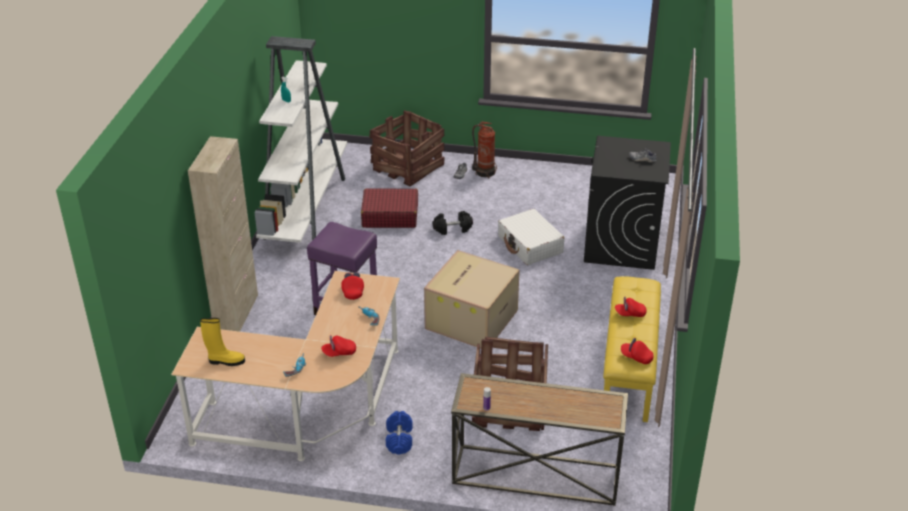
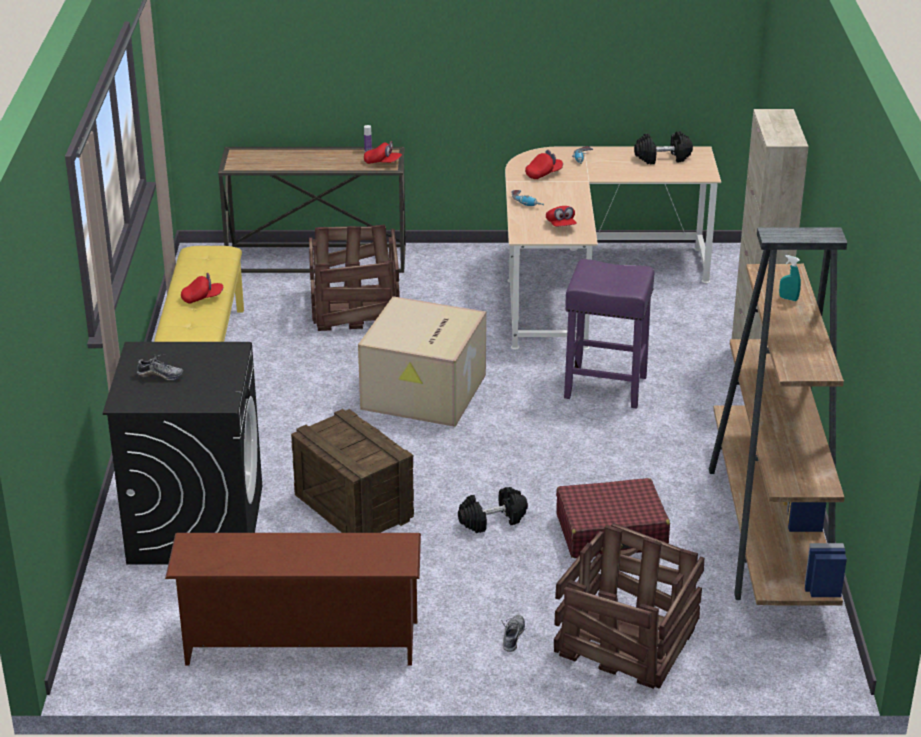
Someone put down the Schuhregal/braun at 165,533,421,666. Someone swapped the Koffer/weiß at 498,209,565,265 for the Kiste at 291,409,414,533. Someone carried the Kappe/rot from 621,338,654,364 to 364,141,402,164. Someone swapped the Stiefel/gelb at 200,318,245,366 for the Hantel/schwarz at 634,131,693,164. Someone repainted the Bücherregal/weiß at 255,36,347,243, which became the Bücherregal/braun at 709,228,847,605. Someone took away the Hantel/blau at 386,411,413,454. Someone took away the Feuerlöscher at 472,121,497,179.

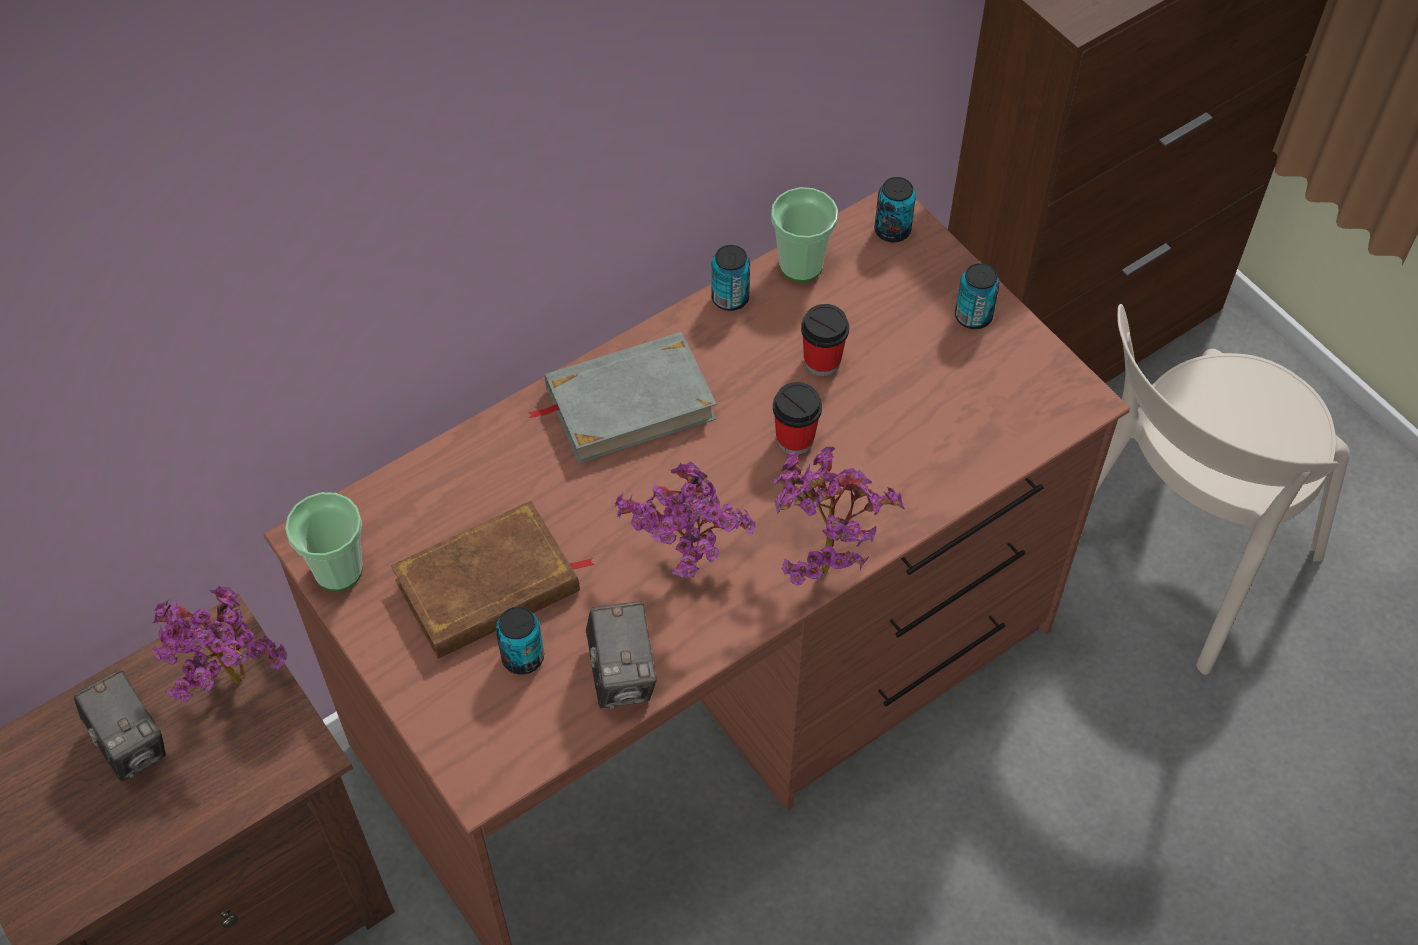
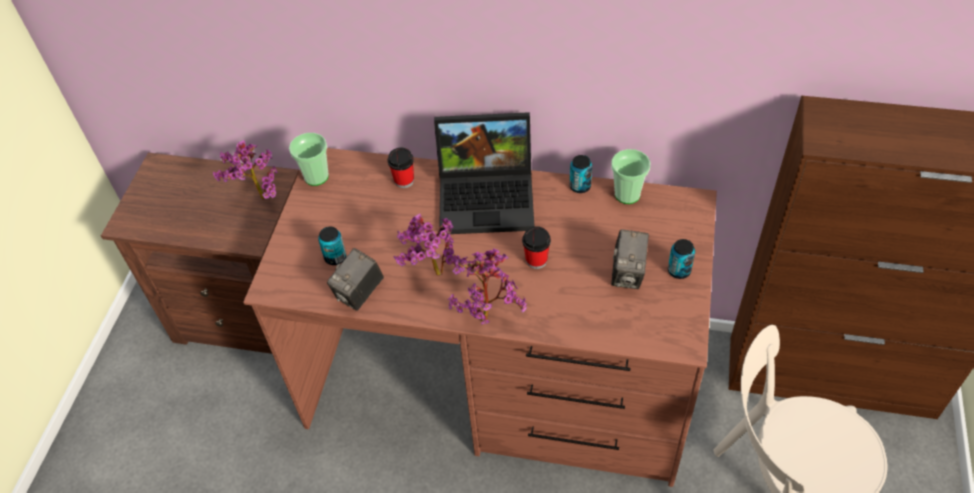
Someone carried the Tasse from 801,304,849,376 to 388,148,414,188. Someone swapped the Buch/grau at 528,332,716,464 for the Laptop at 434,112,535,234. Someone carried the Kamera from 74,670,166,782 to 611,229,649,289. Someone took away the Buch/braun at 391,501,594,659. Someone took away the Dose at 874,177,916,242.

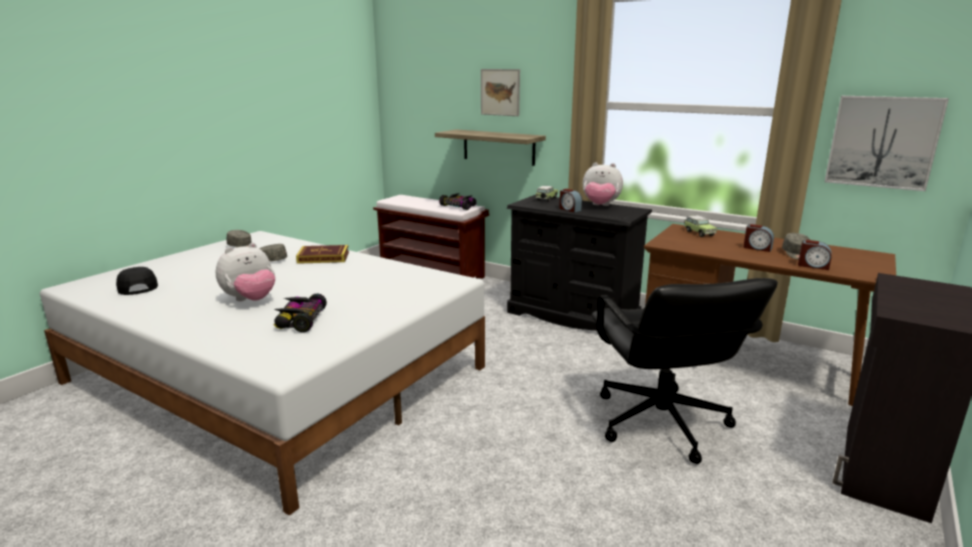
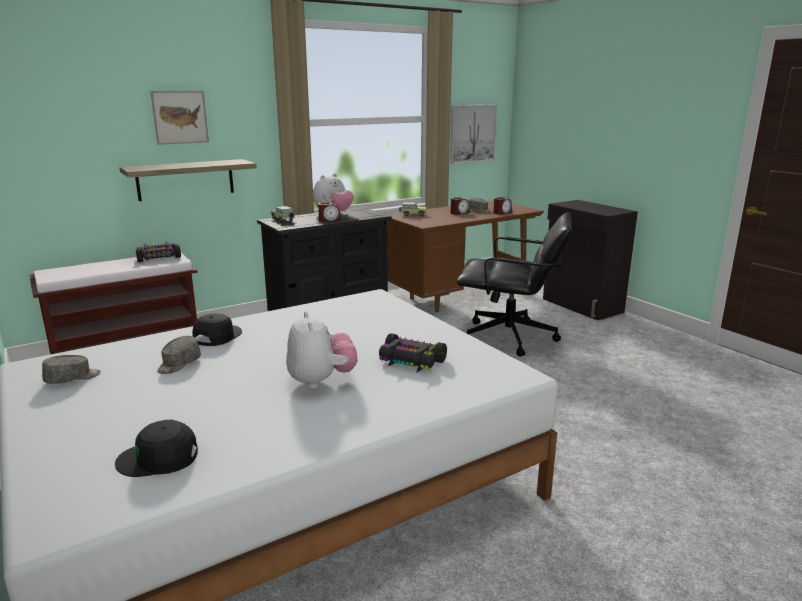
Someone swapped the Buch at 296,245,349,264 for the Kappe/schwarz at 192,313,242,346.

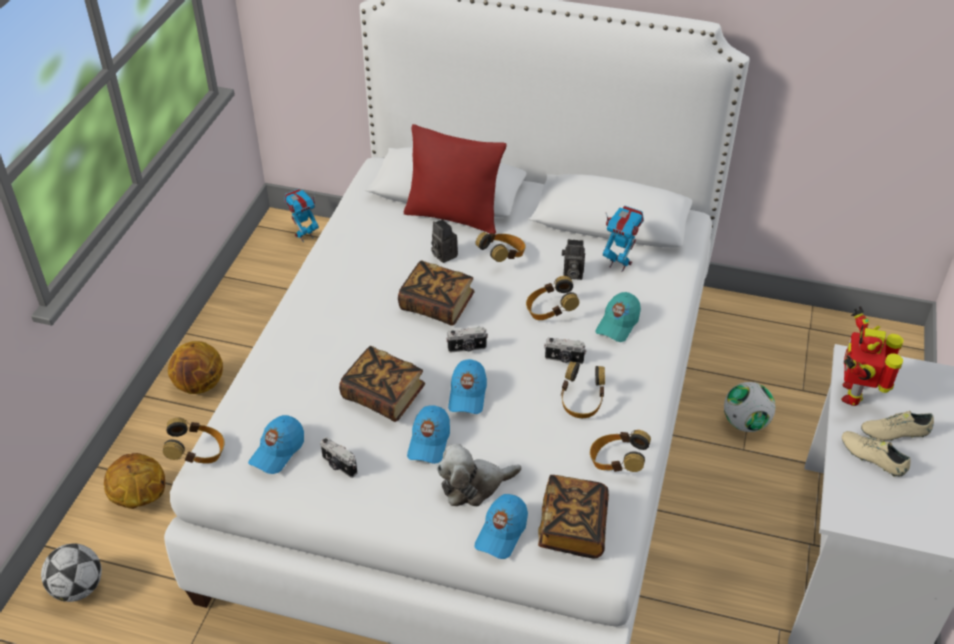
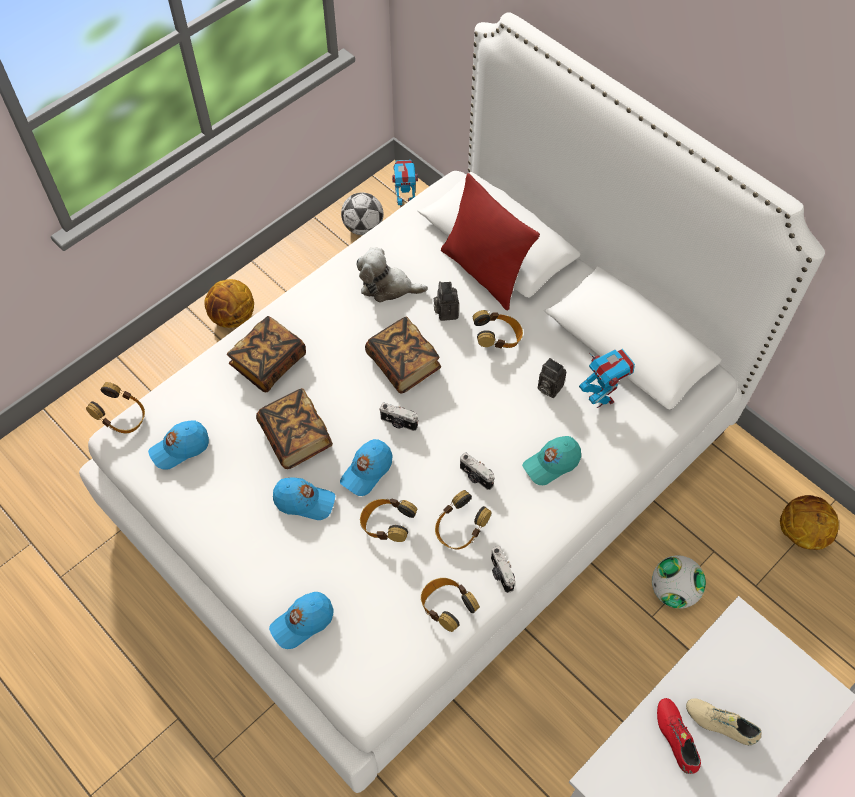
Someone carried the Buch from 538,475,609,559 to 227,316,306,392. Someone rotated the Kappe/blau at 407,405,450,464 by 120 degrees counterclockwise. Someone carried the Fußball from 41,543,102,602 to 341,192,383,235. Someone carried the Plüschtier from 437,443,522,506 to 357,247,428,302. Someone carried the Kopfhörer from 526,276,579,320 to 360,498,418,542. Someone carried the Kamera from 320,437,357,478 to 491,546,515,593. Someone repainted the Schuh/beige at 842,431,911,477, which became the Schuh/rot at 657,698,701,774. Someone carried the Basketball from 104,453,165,509 to 780,495,839,550. Someone took away the Spielzeugroboter at 841,306,904,406.

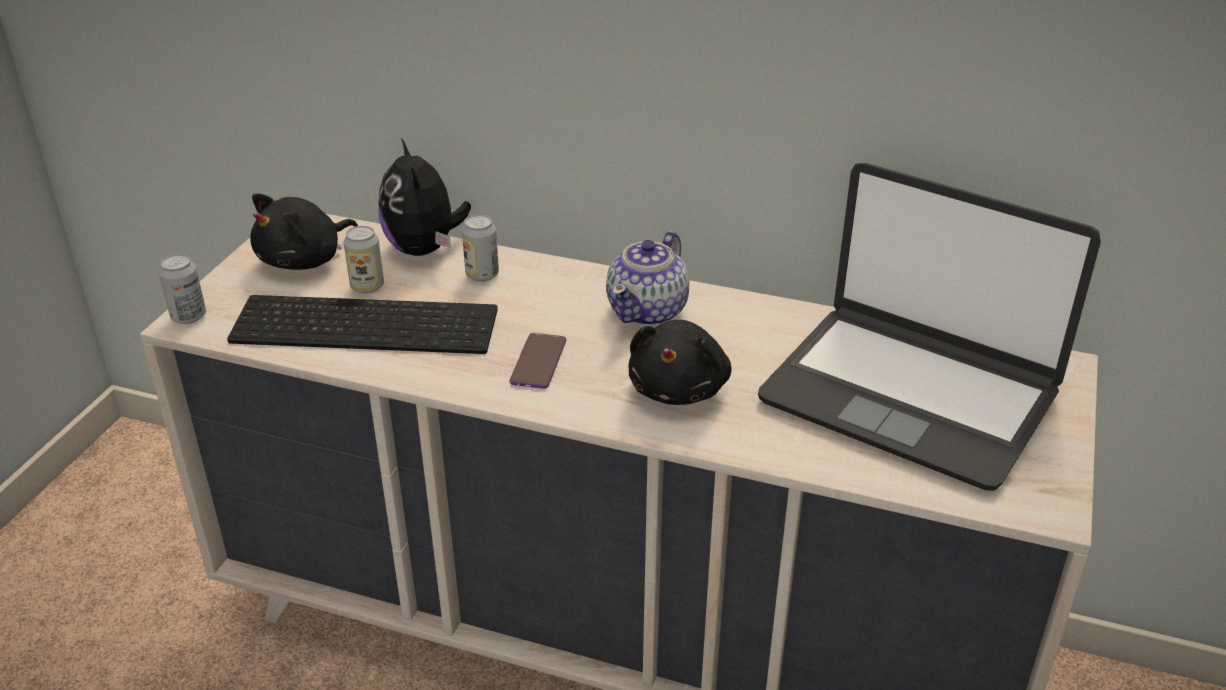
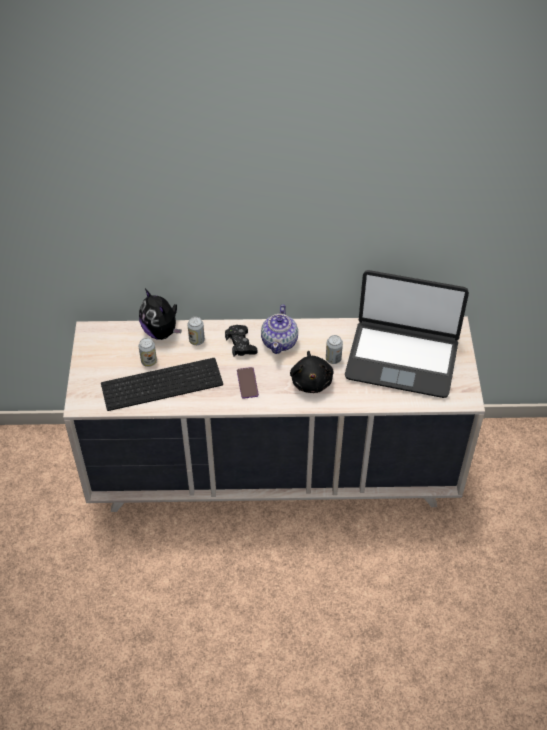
Someone put down the Gamepad/schwarz at 225,325,257,356. Someone carried the Dose from 159,254,206,324 to 326,335,343,364. Someone took away the Plüschtier/schwarz at 250,193,358,270.

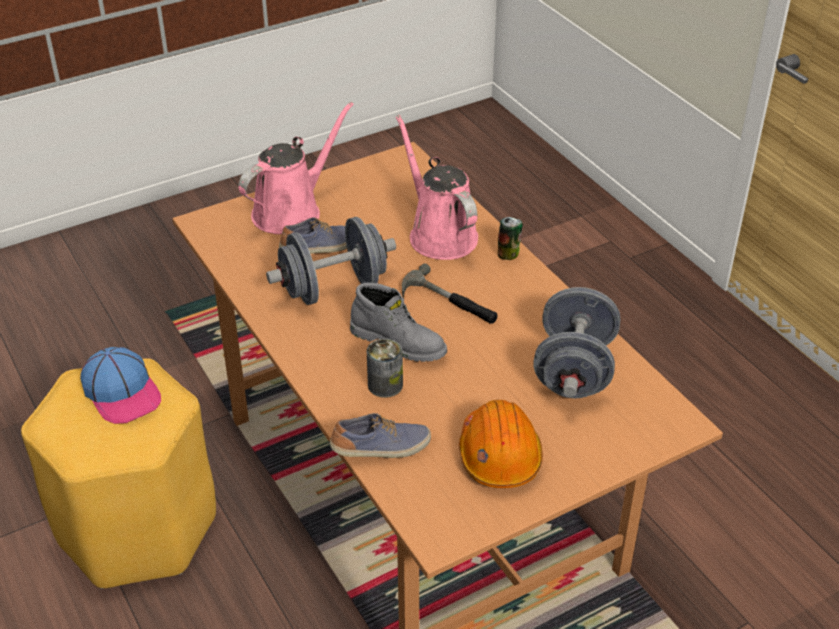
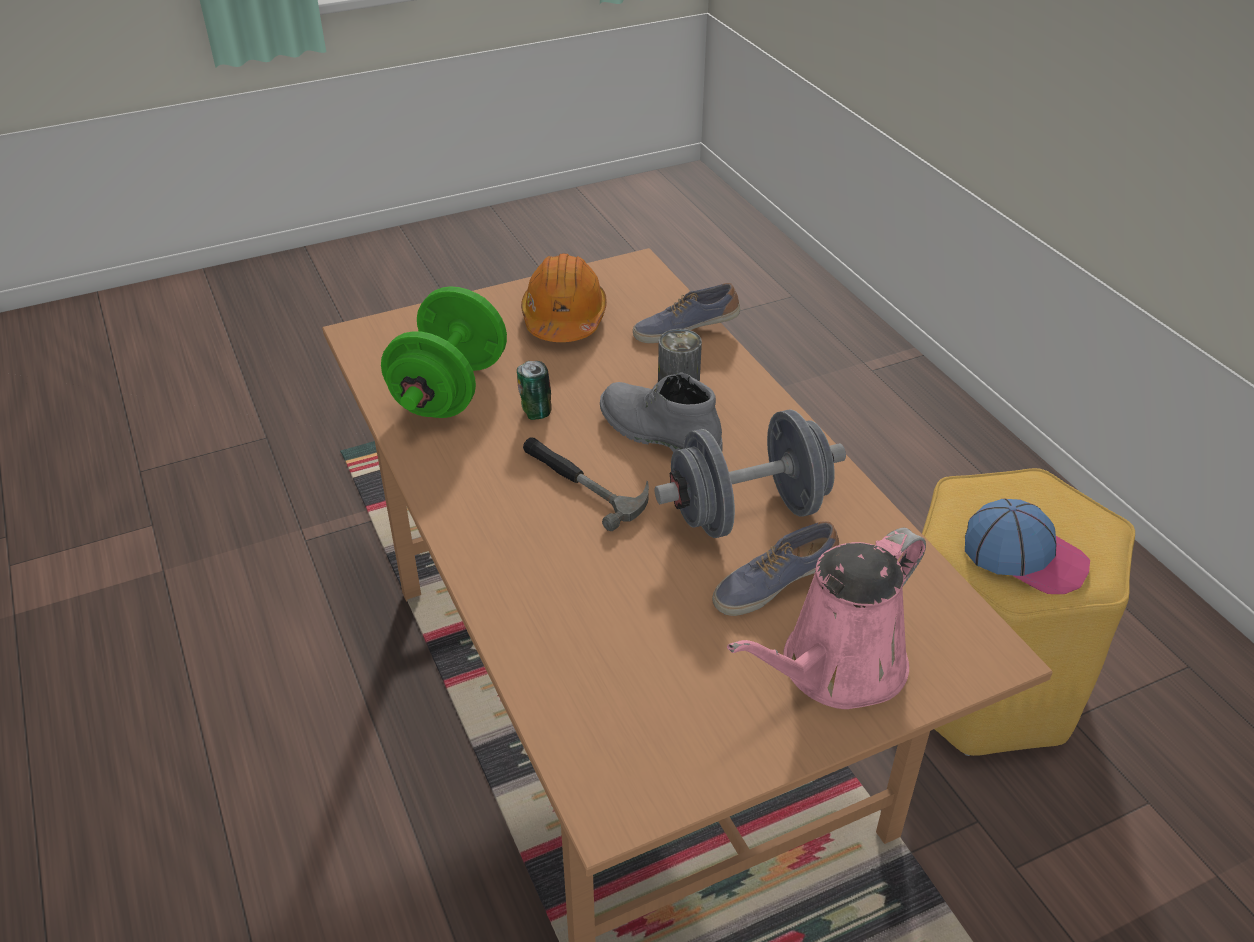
Someone repainted the Hantel/grau at 533,287,621,398, which became the Hantel/grün at 381,287,507,418. Someone carried the Dose from 498,217,522,260 to 517,361,552,420. Someone rotated the Kappe at 80,347,161,424 by 150 degrees clockwise. Someone took away the Gießkanne/rosa at 396,115,478,260.

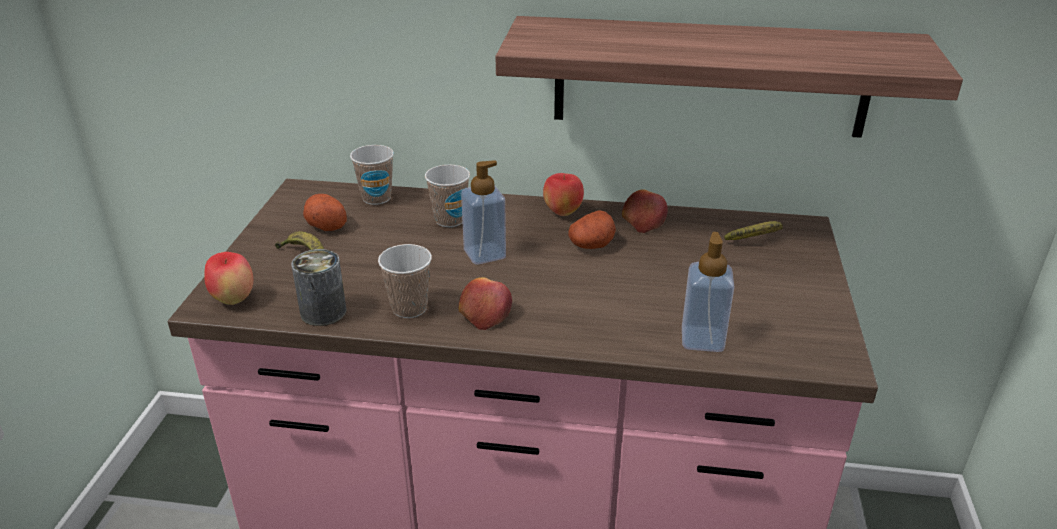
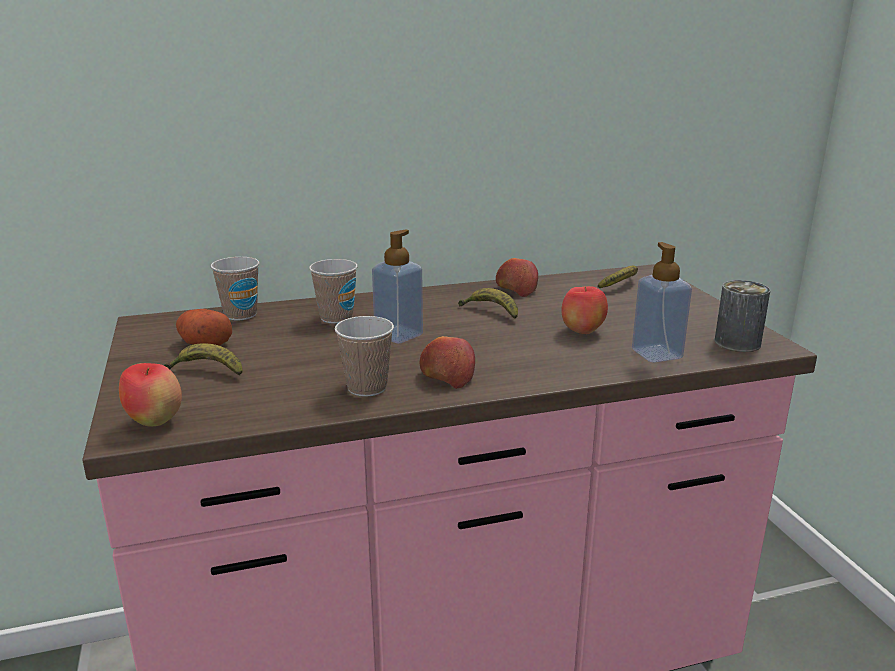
Someone swapped the Kartoffel at 568,210,616,249 for the Banane at 458,288,518,319. Someone carried the Apfel from 543,173,584,216 to 561,286,608,334. Someone carried the Dose from 291,249,347,326 to 714,280,770,352. Someone took away the Wandregal at 495,16,963,138.

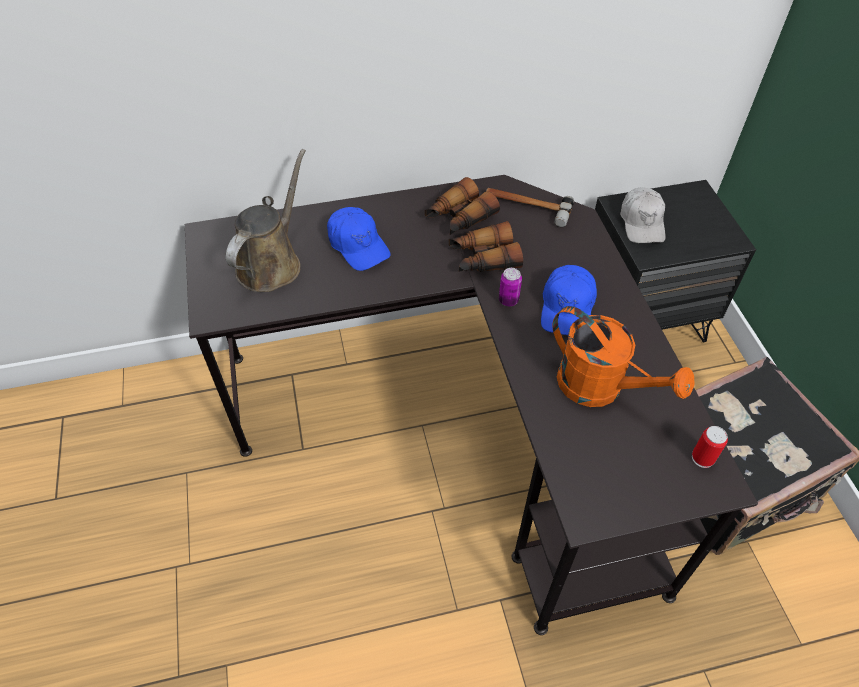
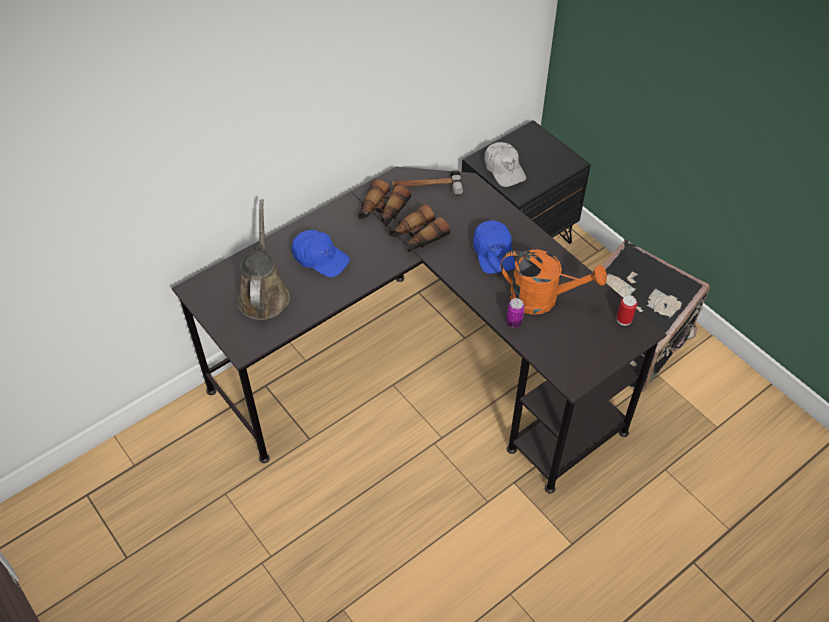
Someone carried the Dose from 499,268,522,306 to 506,298,525,328.

